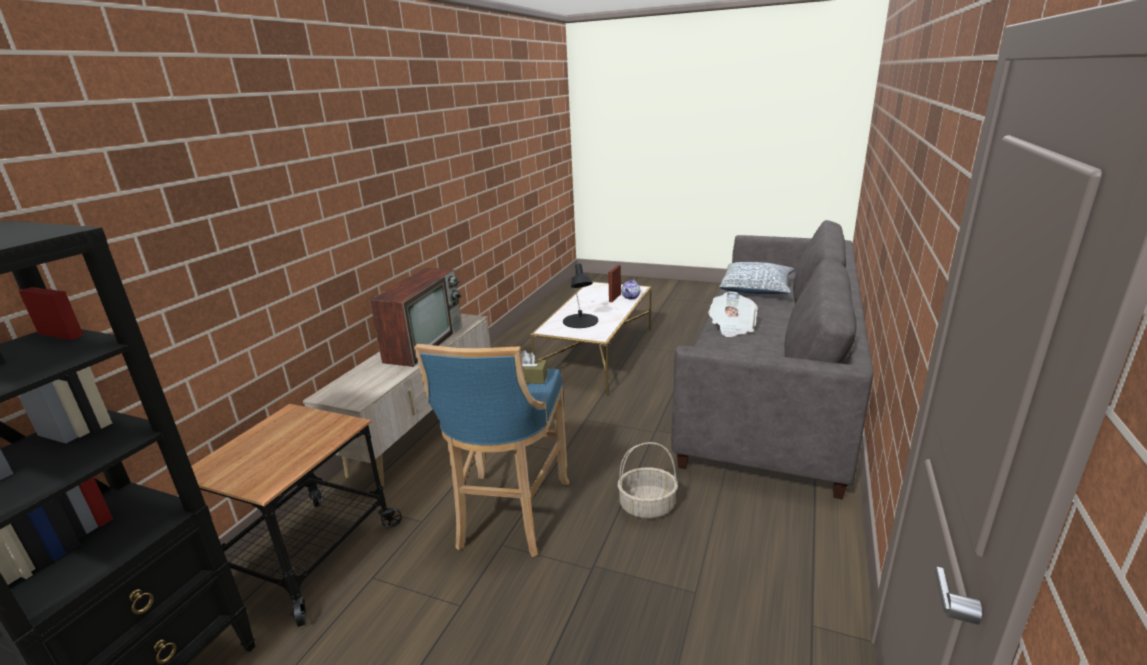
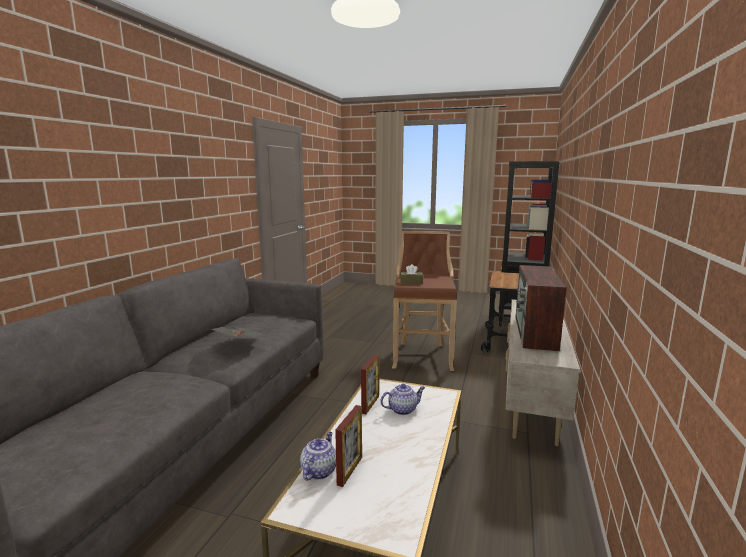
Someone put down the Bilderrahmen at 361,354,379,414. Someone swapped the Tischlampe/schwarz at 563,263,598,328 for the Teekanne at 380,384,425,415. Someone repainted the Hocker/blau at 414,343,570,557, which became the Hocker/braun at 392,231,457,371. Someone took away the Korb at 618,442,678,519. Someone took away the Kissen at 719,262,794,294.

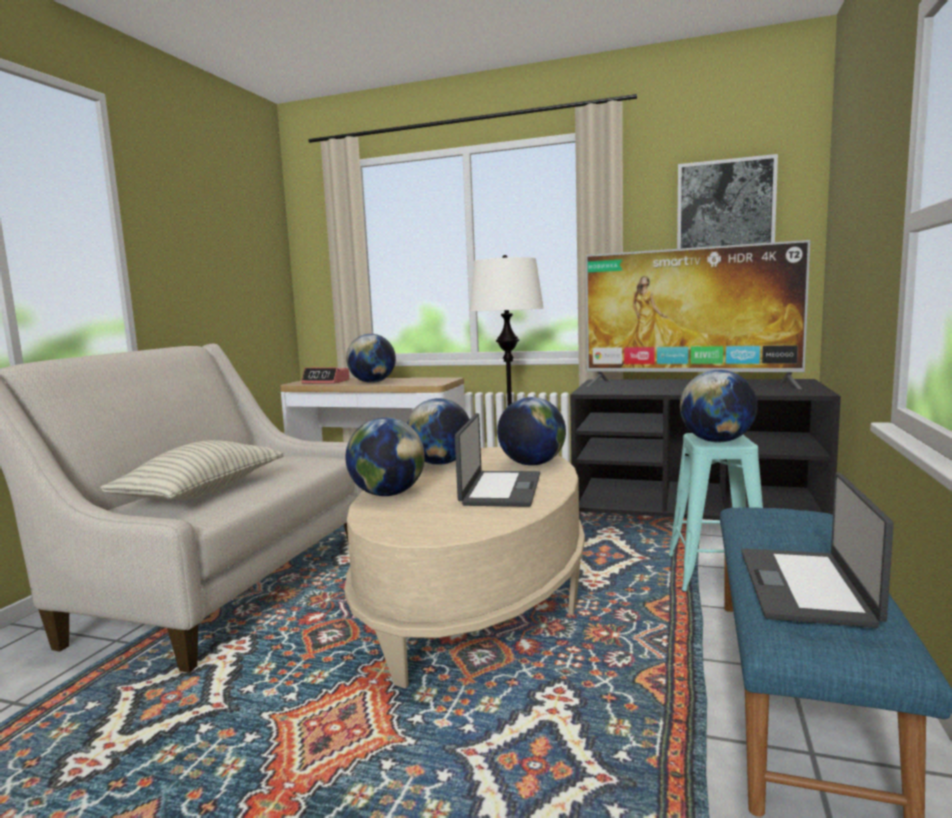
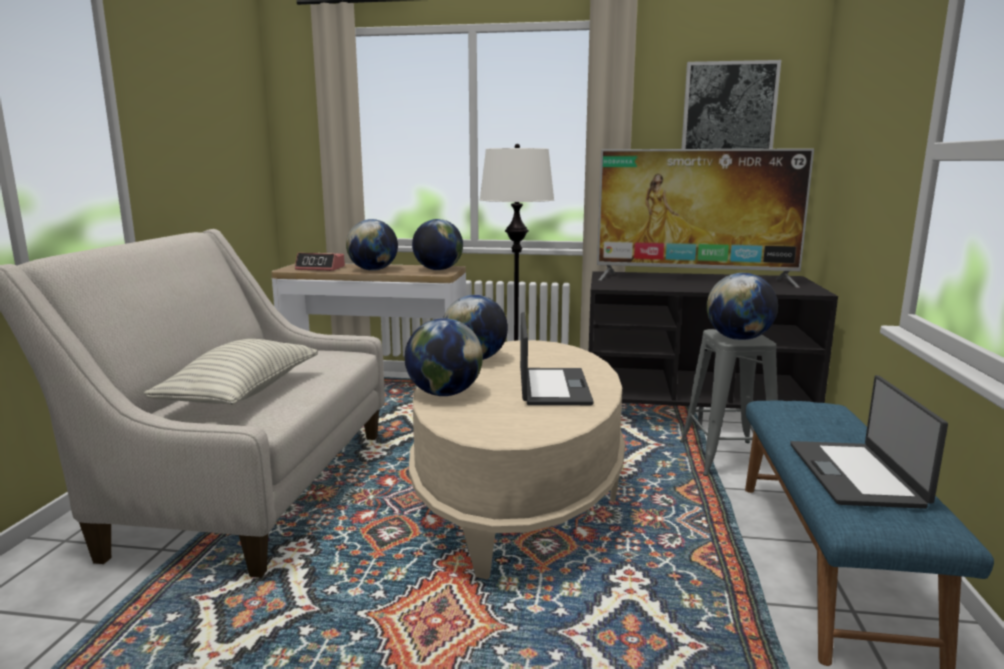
Someone carried the Globus from 497,397,566,466 to 412,219,463,270. Someone repainted the Hocker/türkis at 668,433,763,592, which became the Hocker/grau at 680,329,778,476.

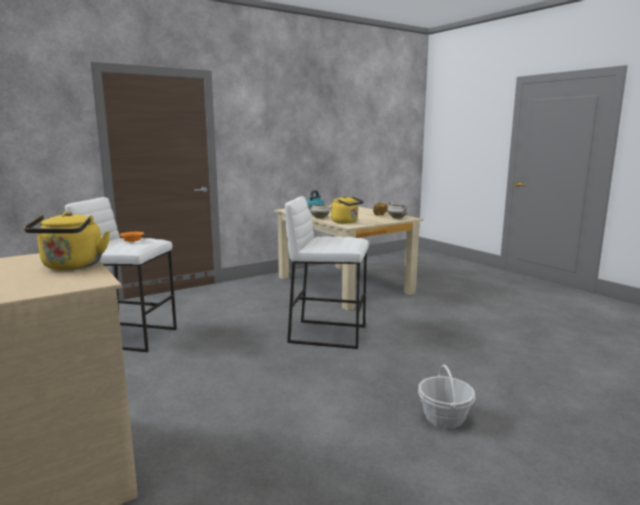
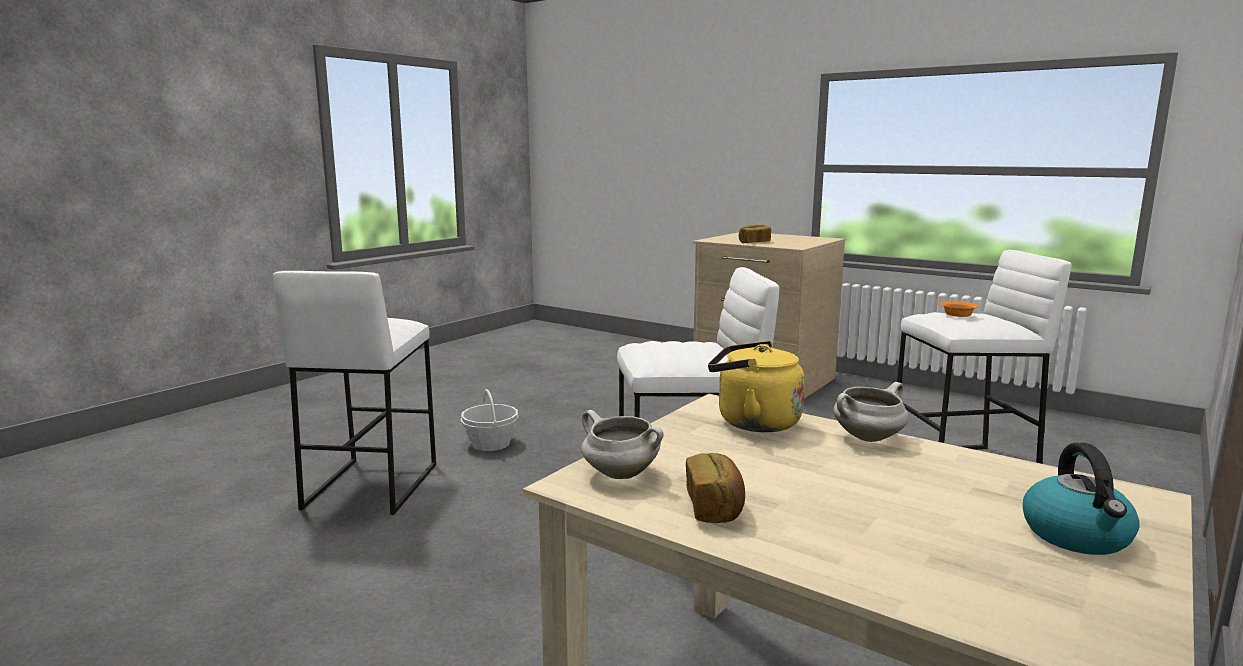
Someone put down the Hocker/weiß at 273,271,436,515. Someone swapped the Wasserkessel/gelb at 24,211,110,270 for the Brot at 739,225,771,243.

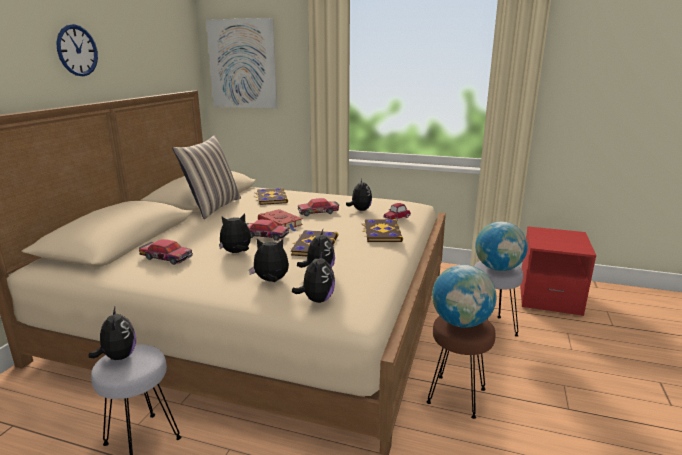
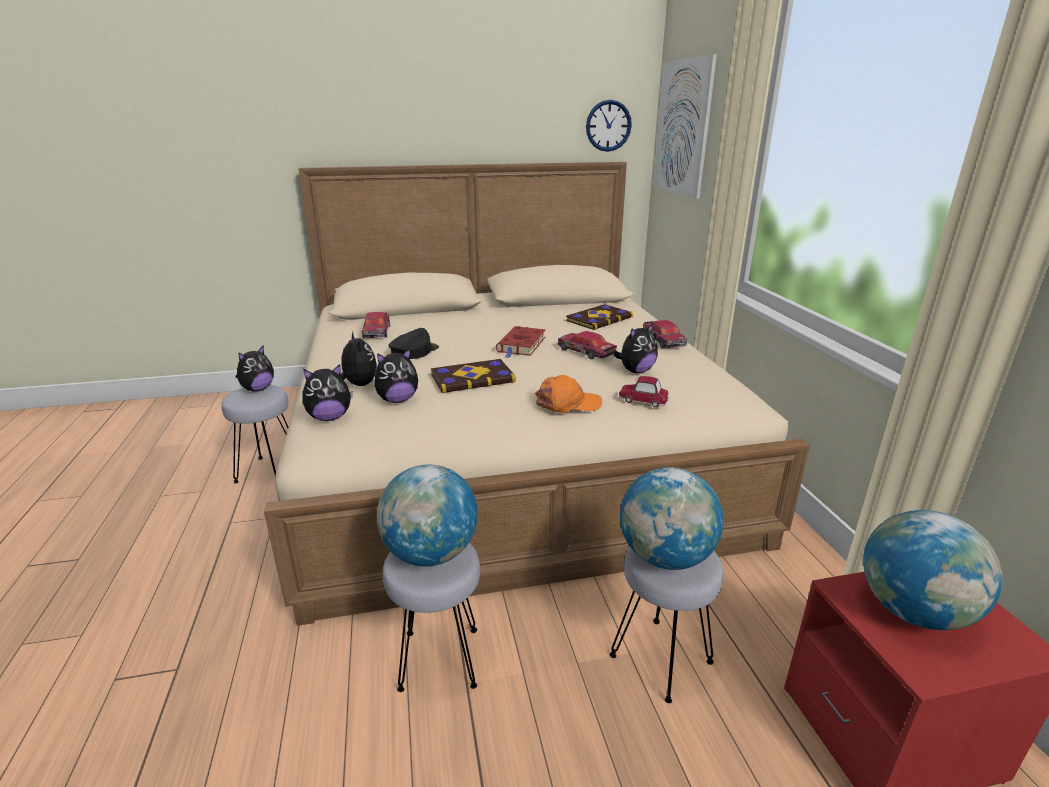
Someone repainted the Hocker/braun at 426,316,496,419, which became the Hocker/grau at 383,543,480,692. Someone swapped the Plüschtier at 219,214,251,253 for the Kappe/schwarz at 389,328,439,359. Someone swapped the Buch at 361,219,403,242 for the Kappe/orange at 535,375,602,413. Someone carried the Wanduhr from 56,24,98,76 to 586,100,632,152. Someone carried the Spielzeugauto from 246,220,289,241 to 643,320,687,348. Someone put down the Globus at 863,510,1003,630. Someone took away the Kissen at 173,135,241,219.

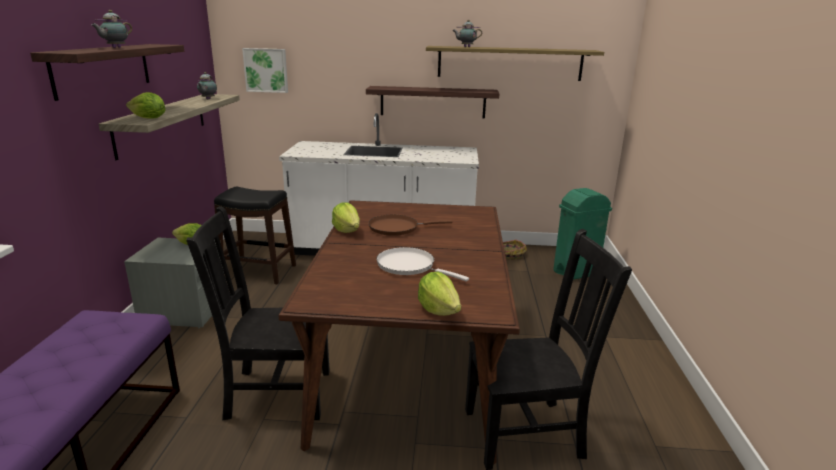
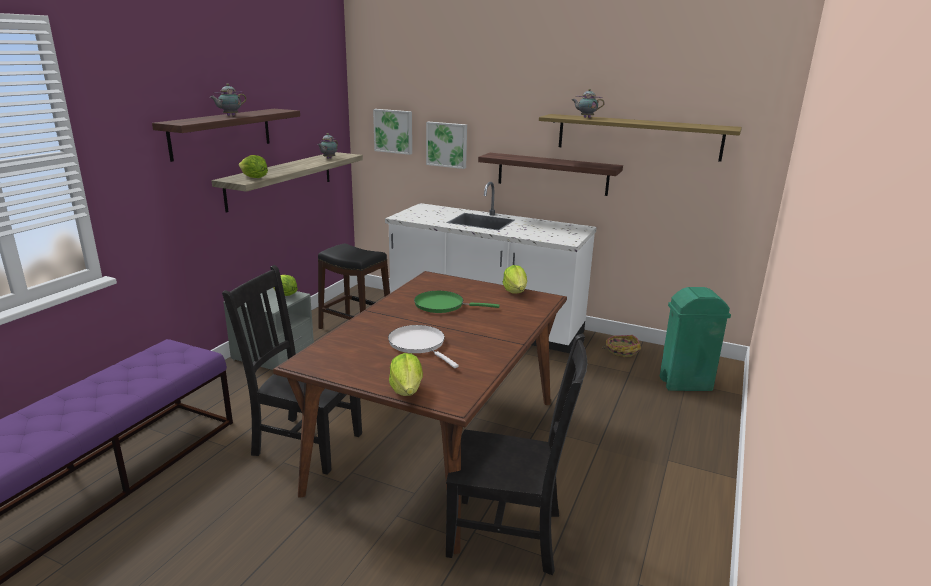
Someone repainted the Pfanne/braun at 368,215,453,236, which became the Pfanne/grün at 414,291,500,313. Someone put up the Bild at 426,122,467,169. Someone carried the Salatkopf from 332,203,360,233 to 503,265,527,294.

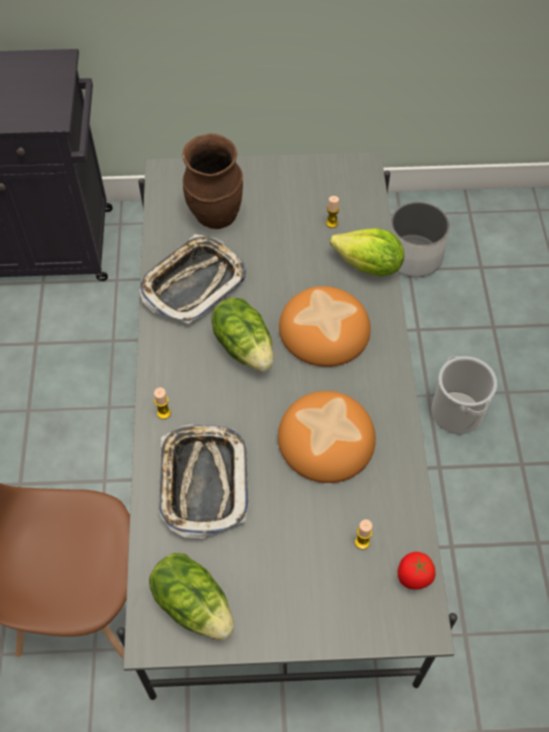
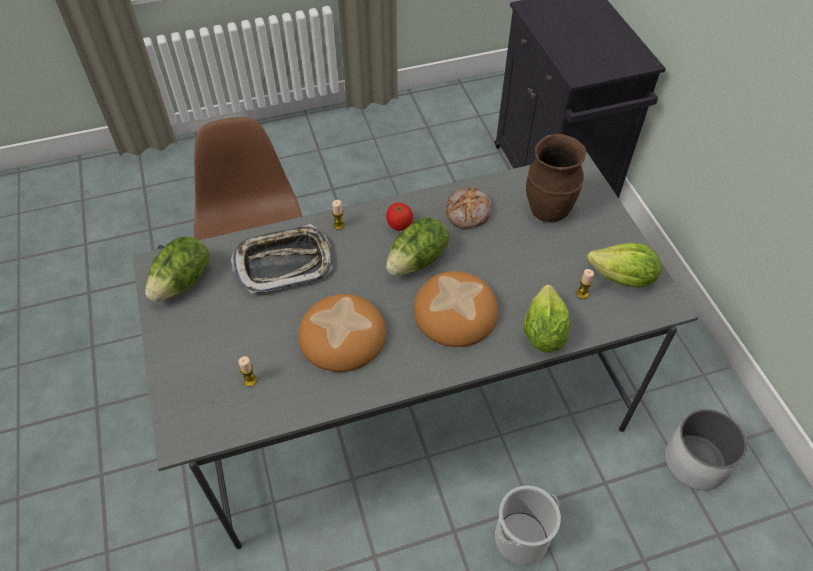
Someone carried the Tomate from 397,552,436,590 to 386,203,413,231. Someone swapped the Tablett at 139,234,247,324 for the Brot at 446,188,492,228. Someone put down the Salatkopf at 587,243,661,288.

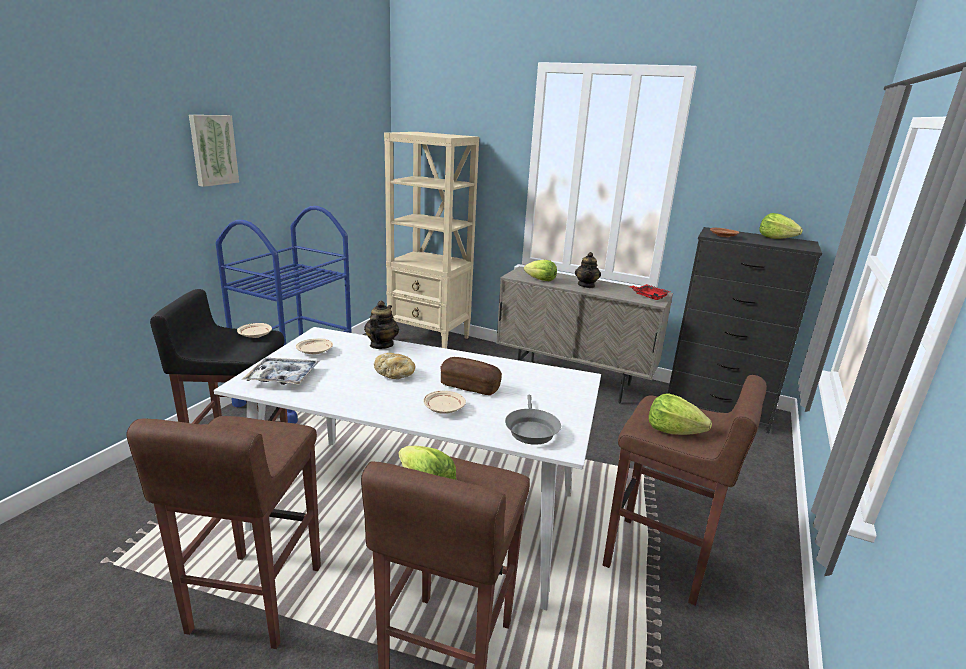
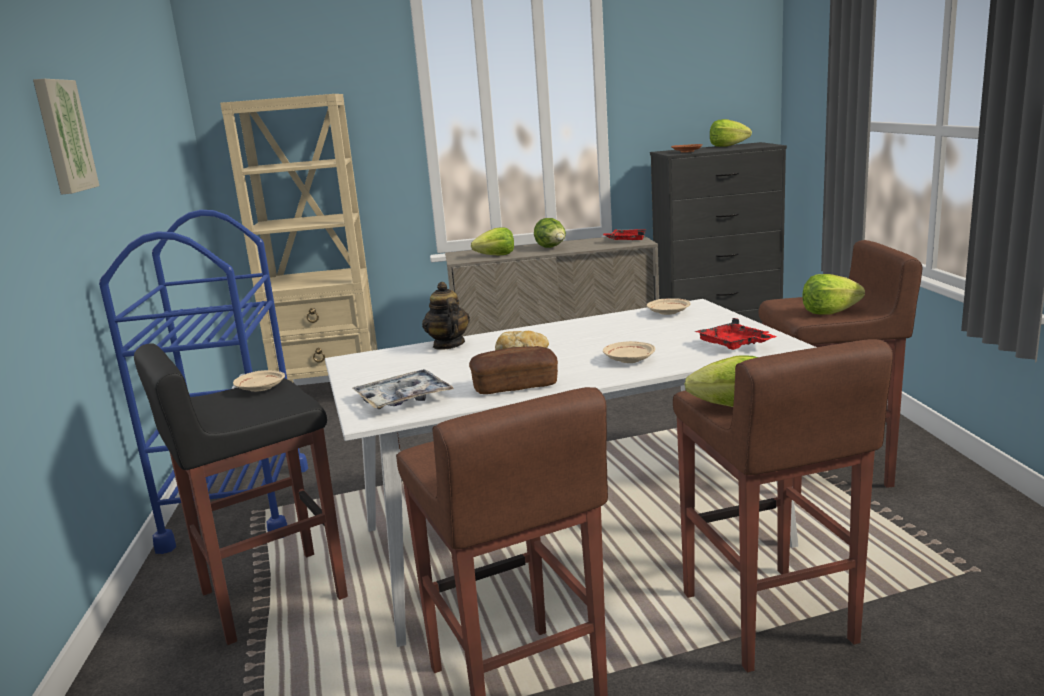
Someone carried the Brot from 441,357,502,395 to 469,346,558,394. Someone swapped the Teekanne at 575,252,601,288 for the Salatkopf at 534,218,566,248. Someone carried the Teller/beige from 296,339,333,355 to 647,298,691,315. Someone swapped the Pfanne/grau at 505,395,561,445 for the Tablett/rot at 694,318,777,350.

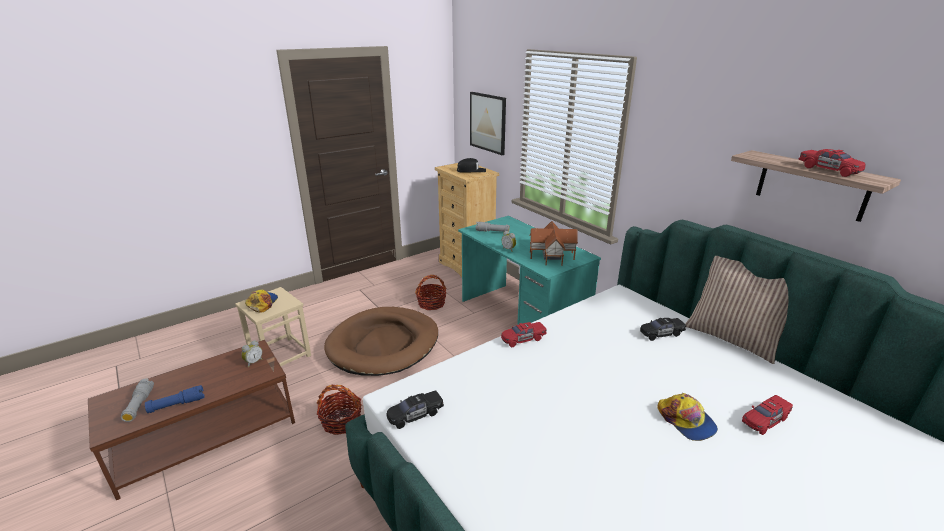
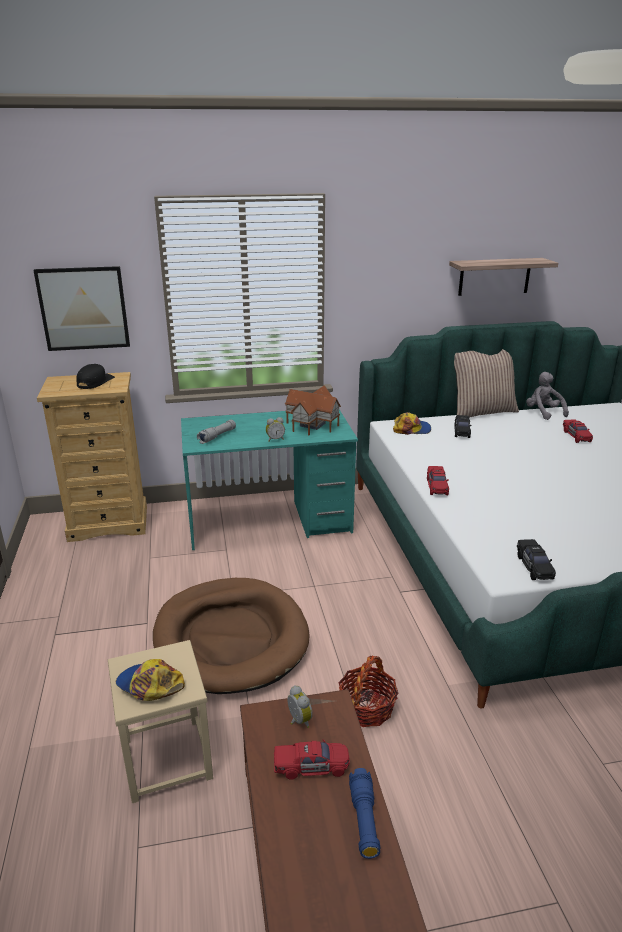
Someone carried the Spielzeugauto/rot from 799,149,865,177 to 274,739,350,780. Someone carried the Kappe from 657,393,718,441 to 393,412,431,435. Someone put down the Plüschtier/grau at 526,372,569,420. Someone took away the Taschenlampe/grau at 121,378,154,422. Someone took away the Korb at 415,275,447,310.

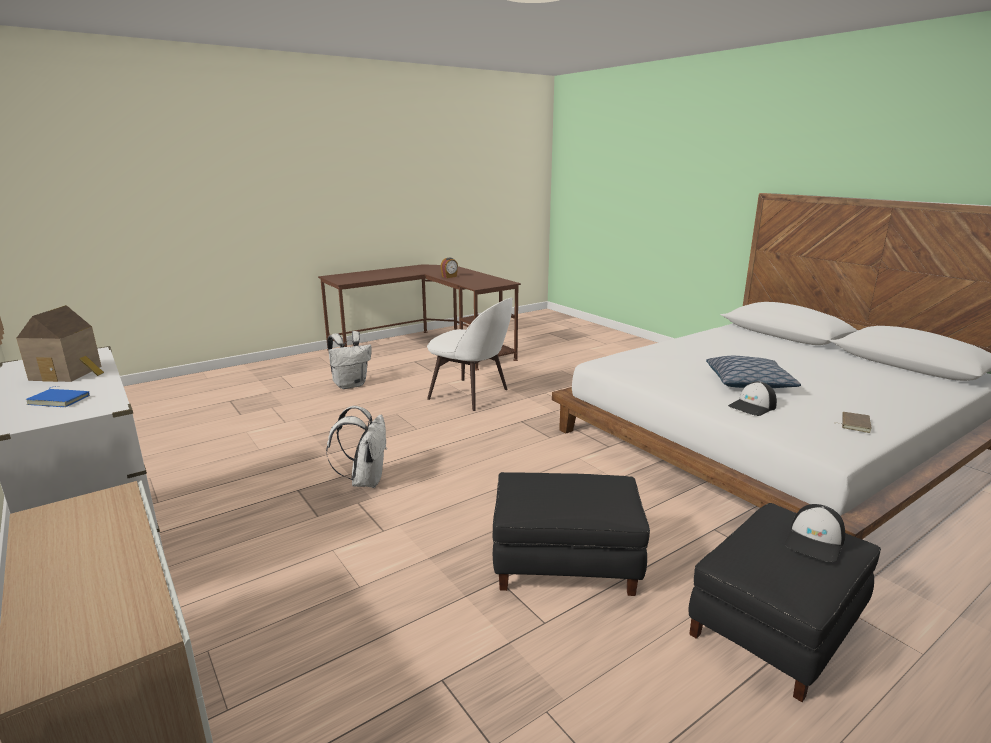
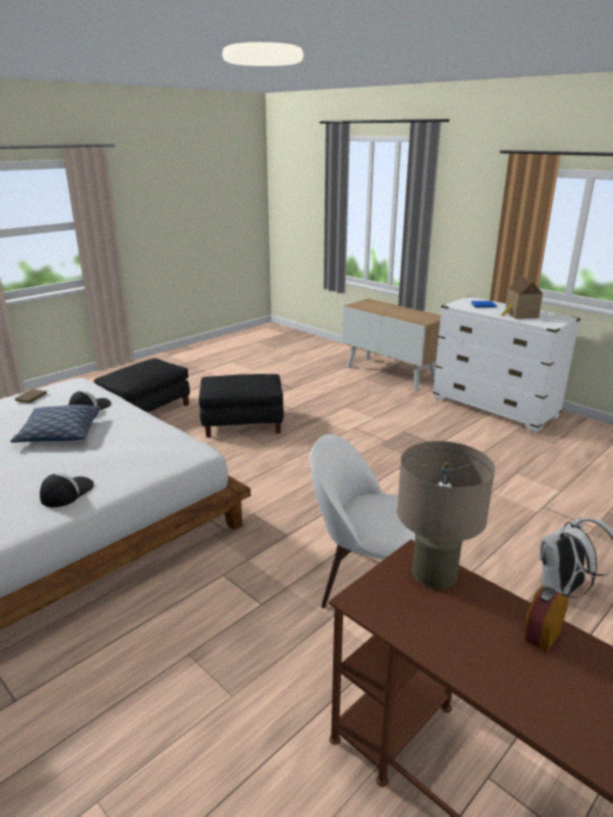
Someone carried the Kappe from 785,504,845,562 to 40,473,94,507. Someone put down the Tischlampe/beige at 397,441,495,589. Someone took away the Rucksack/weiß at 326,406,387,488.

